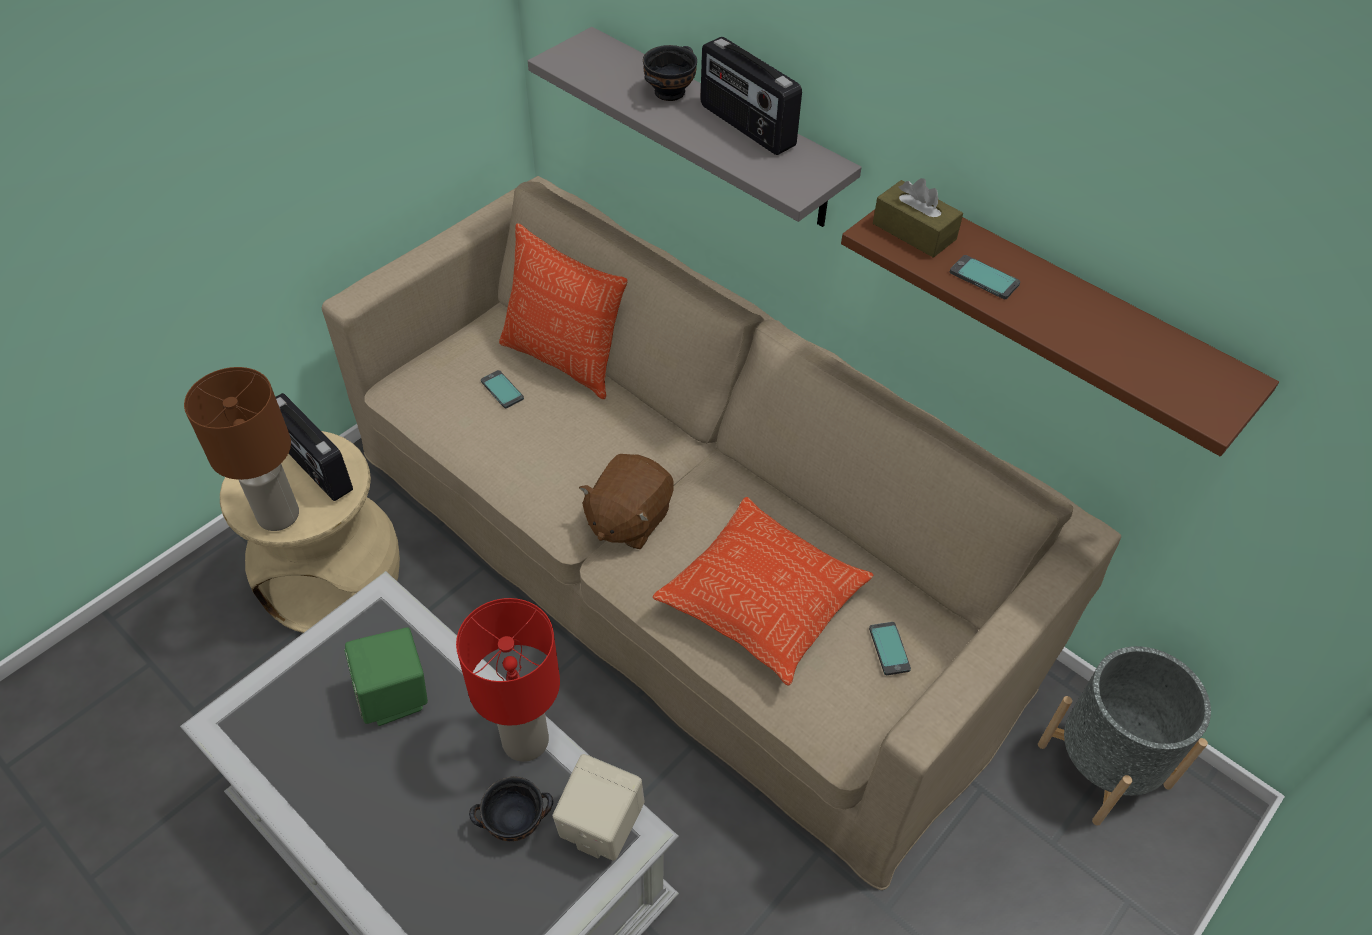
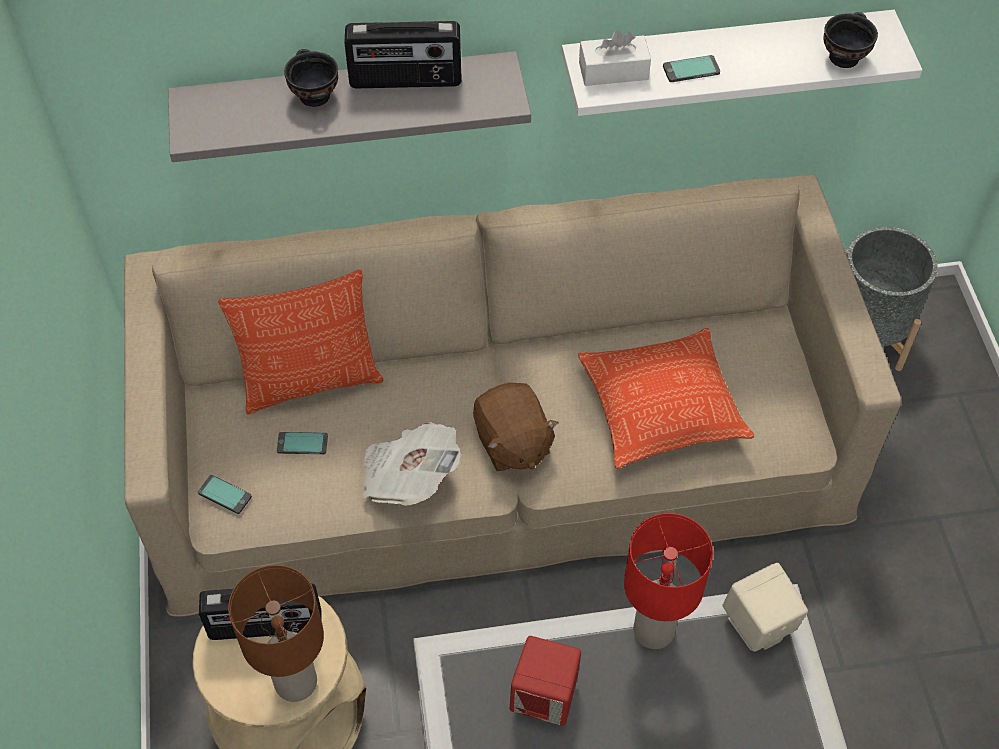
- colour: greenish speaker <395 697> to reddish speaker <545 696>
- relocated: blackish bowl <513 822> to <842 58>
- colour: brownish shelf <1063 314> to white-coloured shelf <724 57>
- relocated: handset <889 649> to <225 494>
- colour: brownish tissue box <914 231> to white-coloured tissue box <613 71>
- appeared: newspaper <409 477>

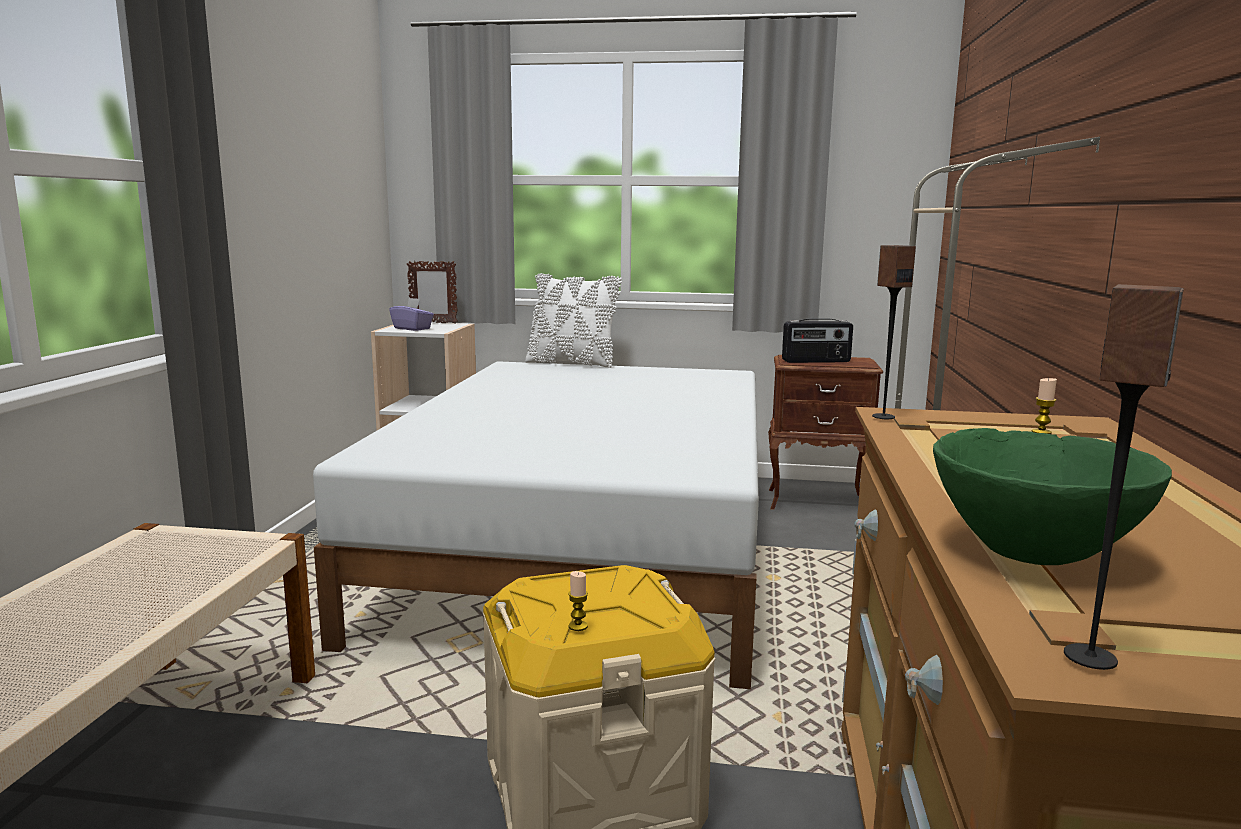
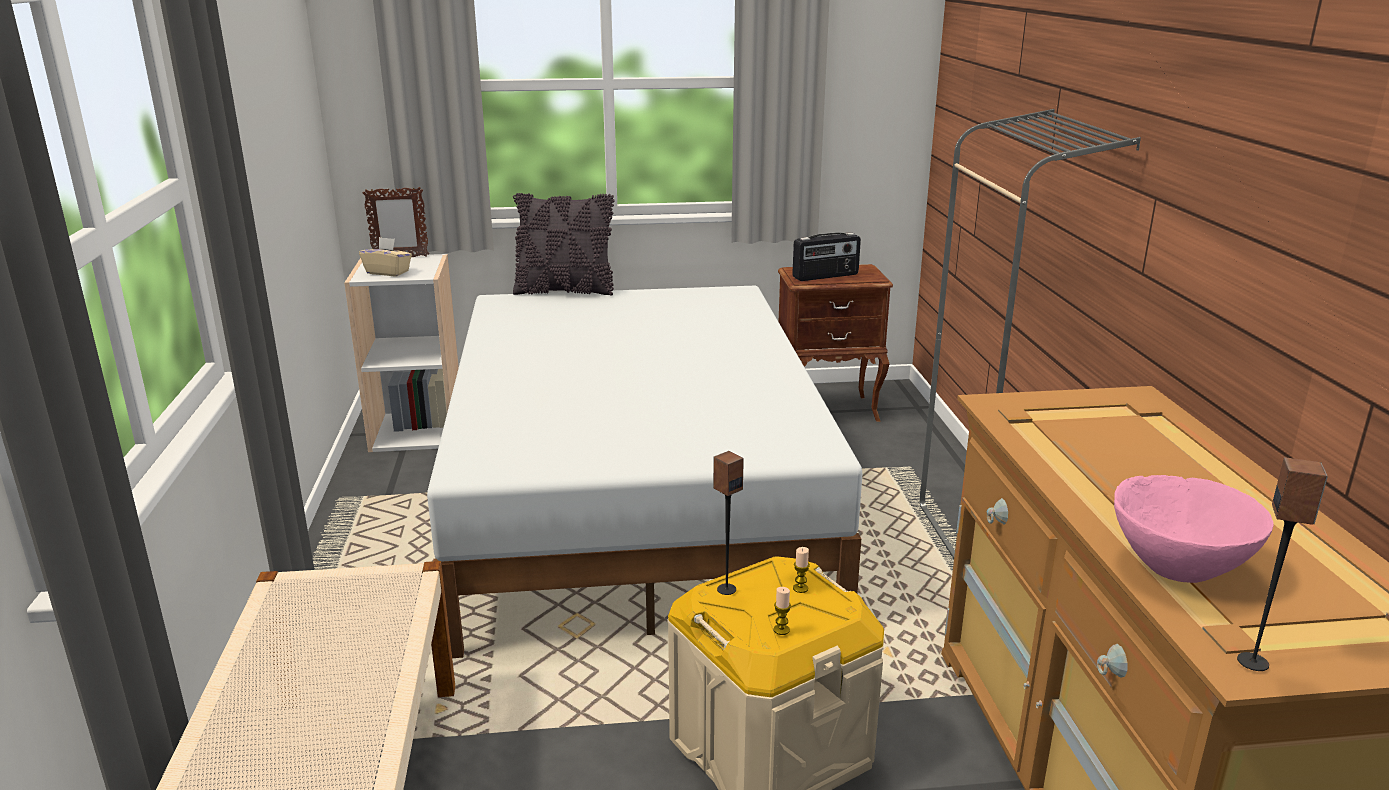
- colour: purple tissue box <412 328> to beige tissue box <388 272>
- colour: white-coloured pillow <572 363> to blackish pillow <565 291>
- relocated: speaker <883 416> to <726 589>
- colour: greenish bowl <1034 553> to pink bowl <1178 568>
- relocated: candle <1041 432> to <800 588>

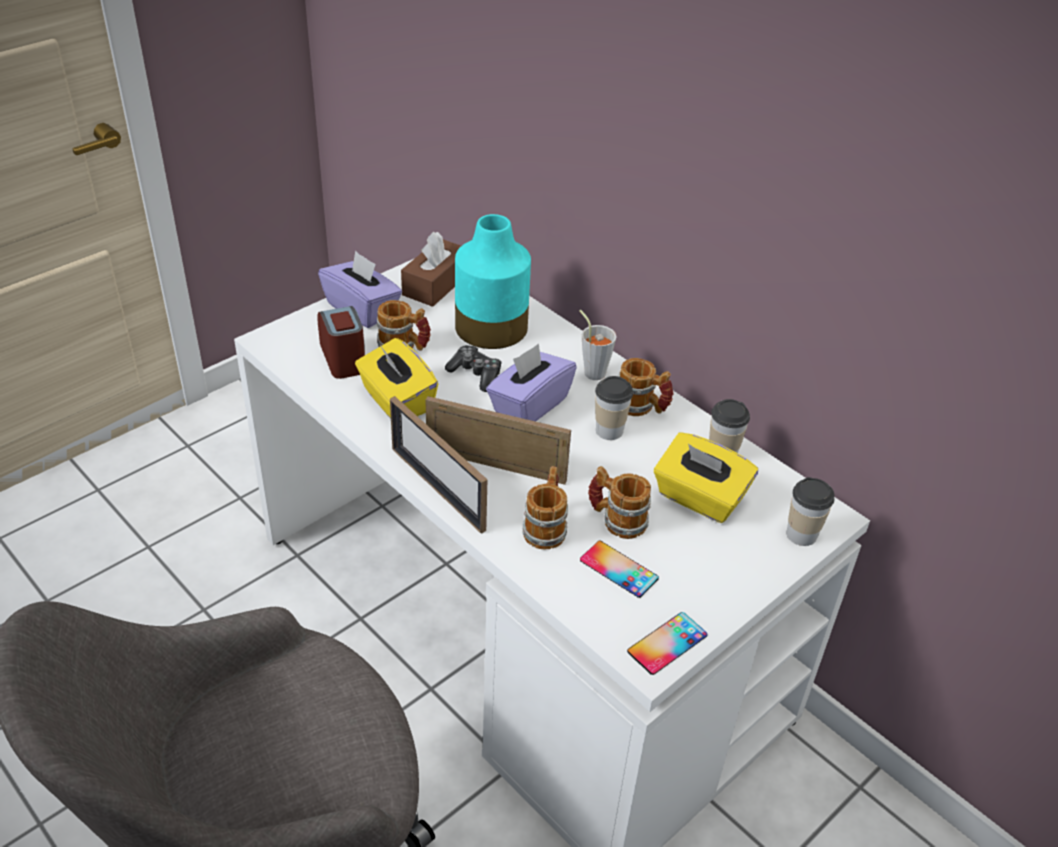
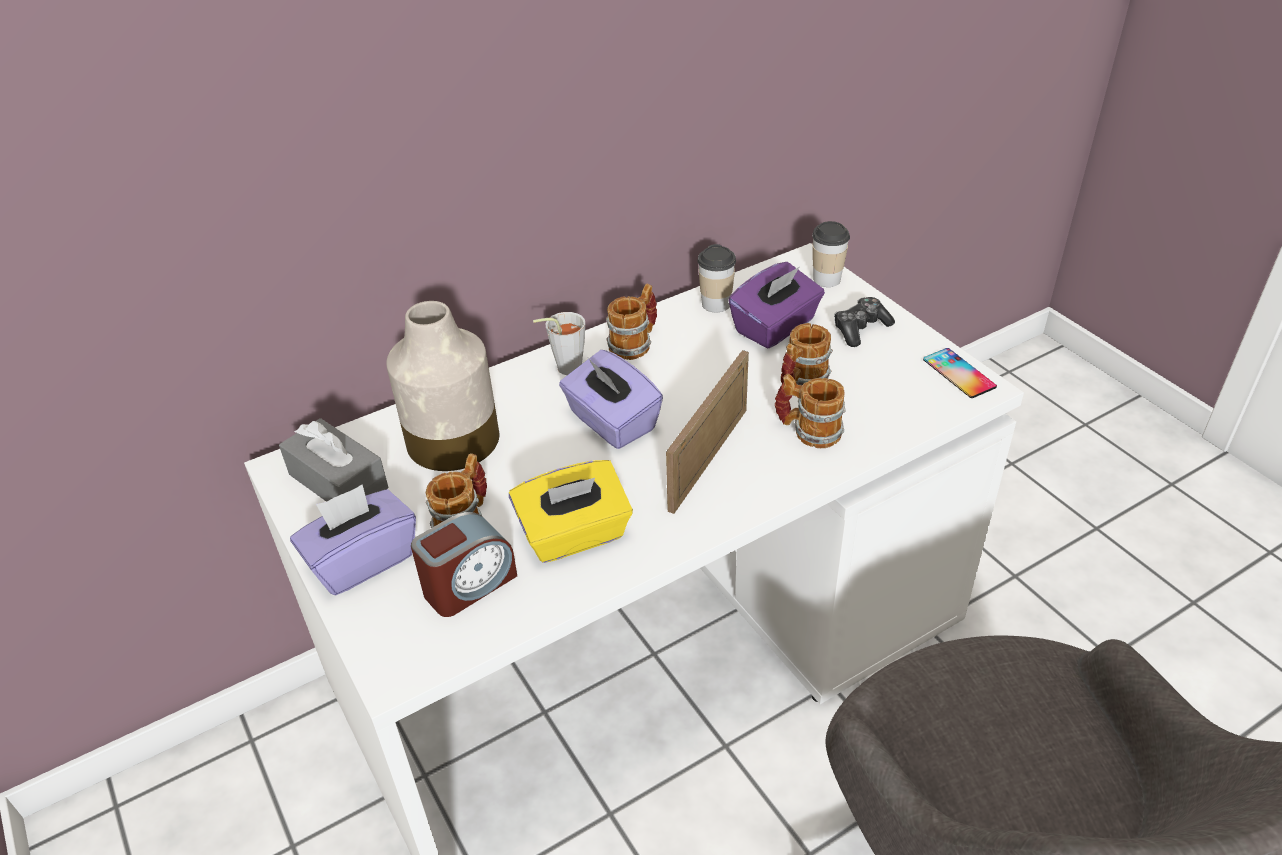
- spun: bedside clock <343 358> = <469 585> 150 degrees clockwise
- missing: picture frame <437 488>
- colour: brownish tissue box <436 284> to greyish tissue box <338 481>
- relocated: gamepad <475 374> to <860 329>
- colour: turquoise flower vase <490 327> to beige flower vase <453 439>
- missing: handset <618 569>
- missing: cup <609 430>
- colour: yellow-coloured tissue box <699 498> to purple tissue box <775 327>

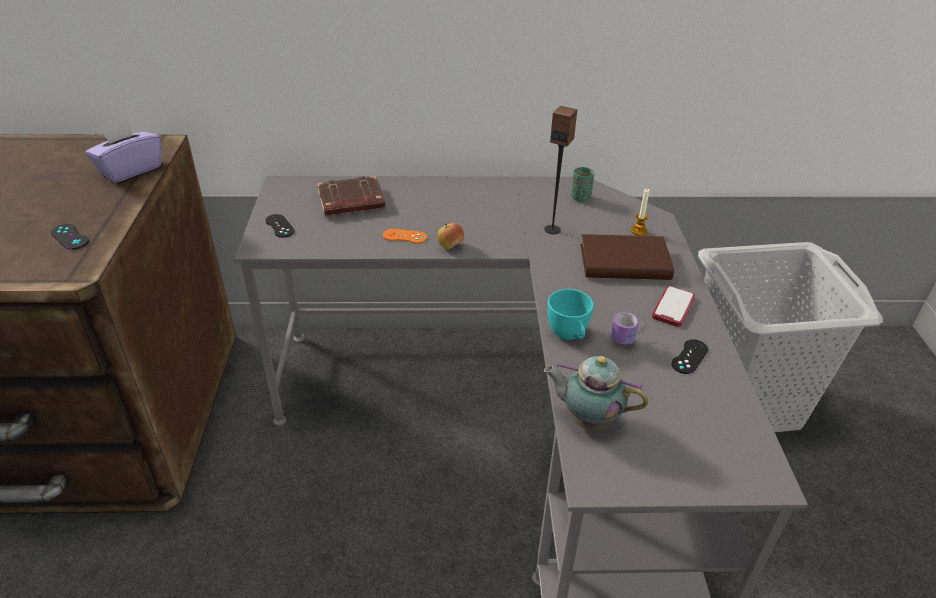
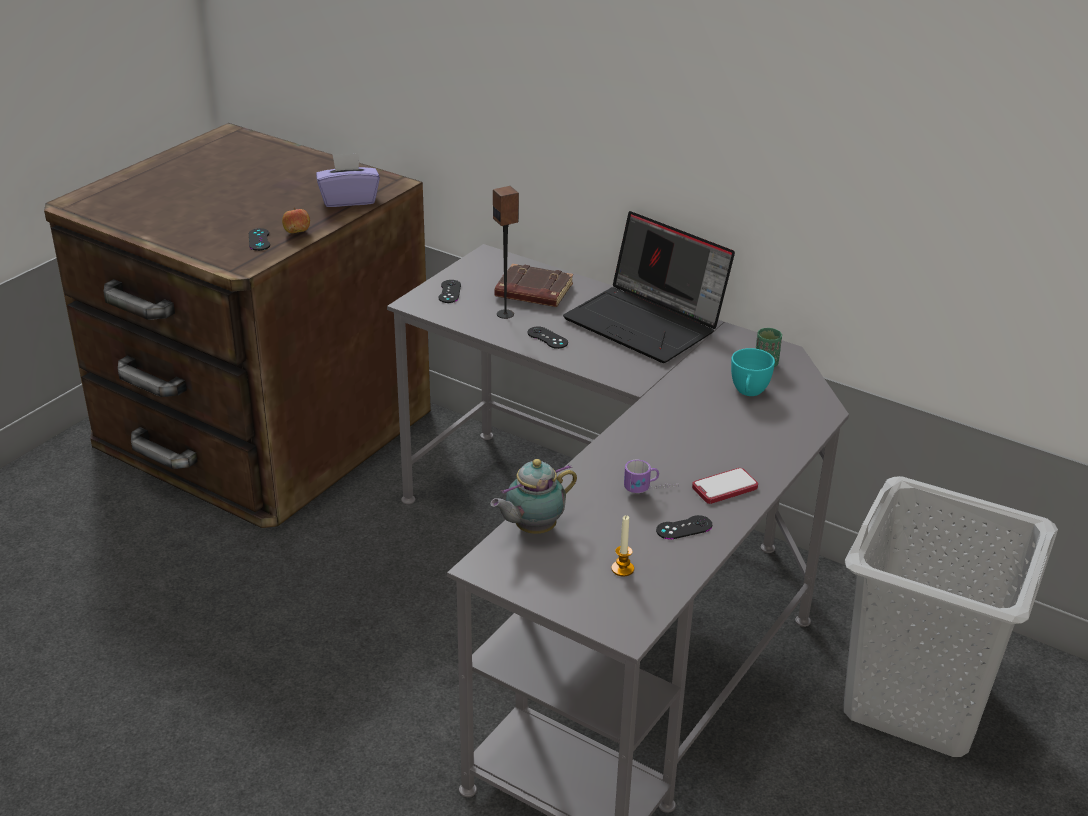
- colour: orange gamepad <404 236> to blackish gamepad <547 338>
- relocated: whole apple <450 246> to <297 232>
- relocated: speaker <552 229> to <505 314>
- spun: tea pot <587 419> = <532 529> 90 degrees counterclockwise
- relocated: turquoise cup <569 335> to <748 392>
- missing: brownish book <624 262>
- relocated: candle <638 231> to <622 569>
- appeared: portable computer <647 323>

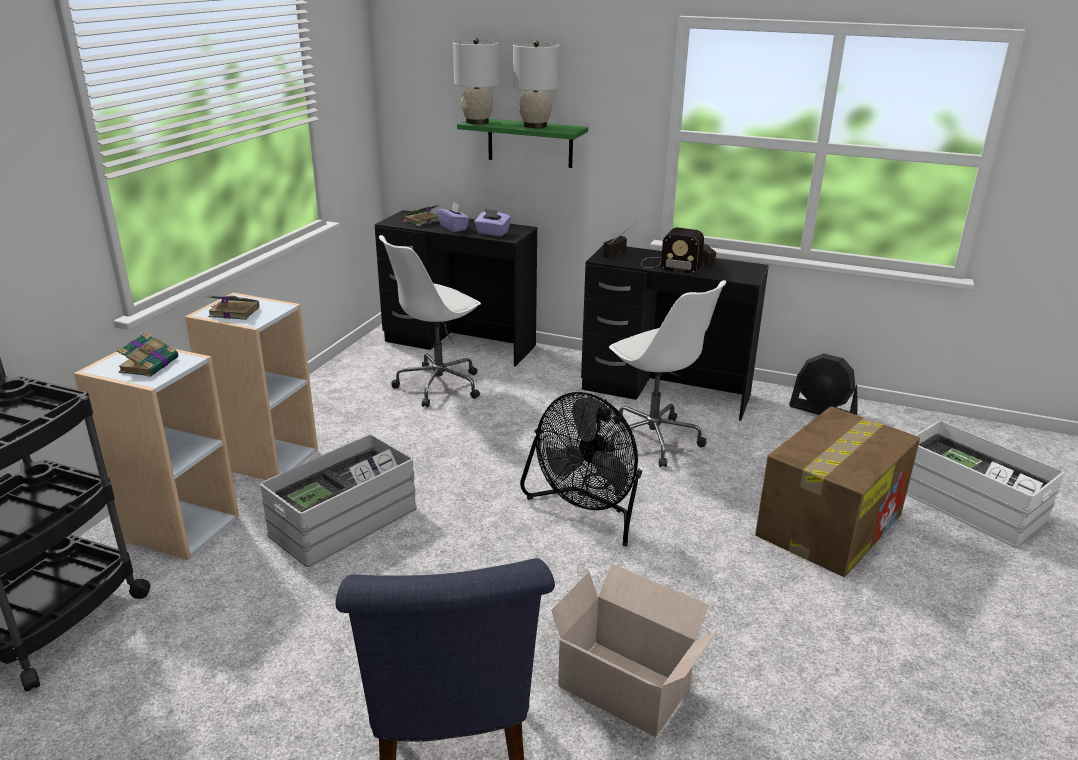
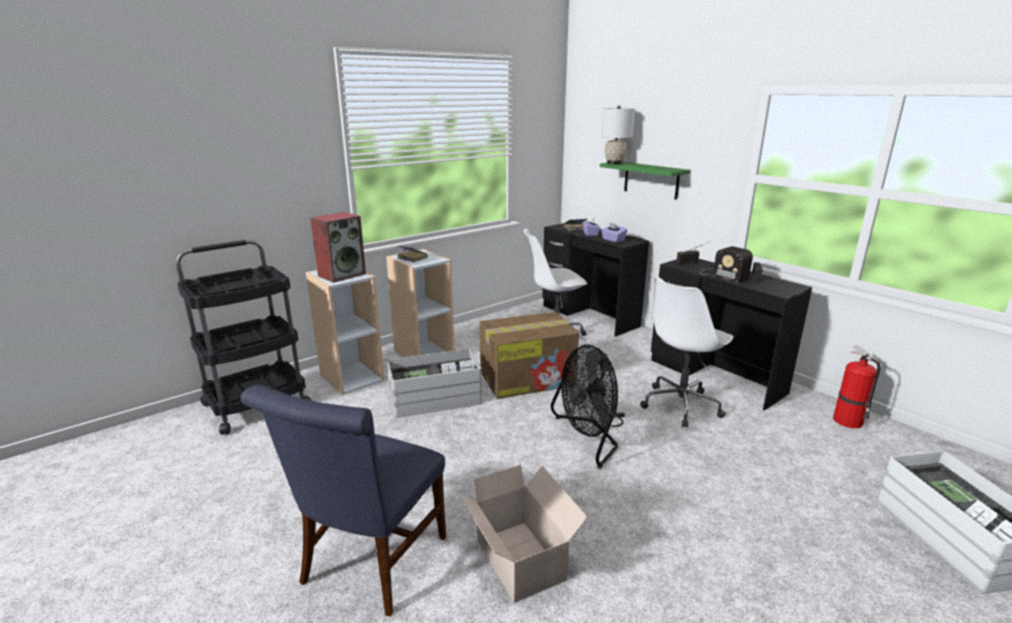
- exchanged: book <150 364> to speaker <342 274>
- missing: white-coloured table lamp <535 126>
- spun: white-coloured desk chair <654 441> = <679 406> 60 degrees clockwise
- relocated: packing box <830 524> to <528 378>
- exchanged: blackish fan <822 411> to fire extinguisher <849 421>

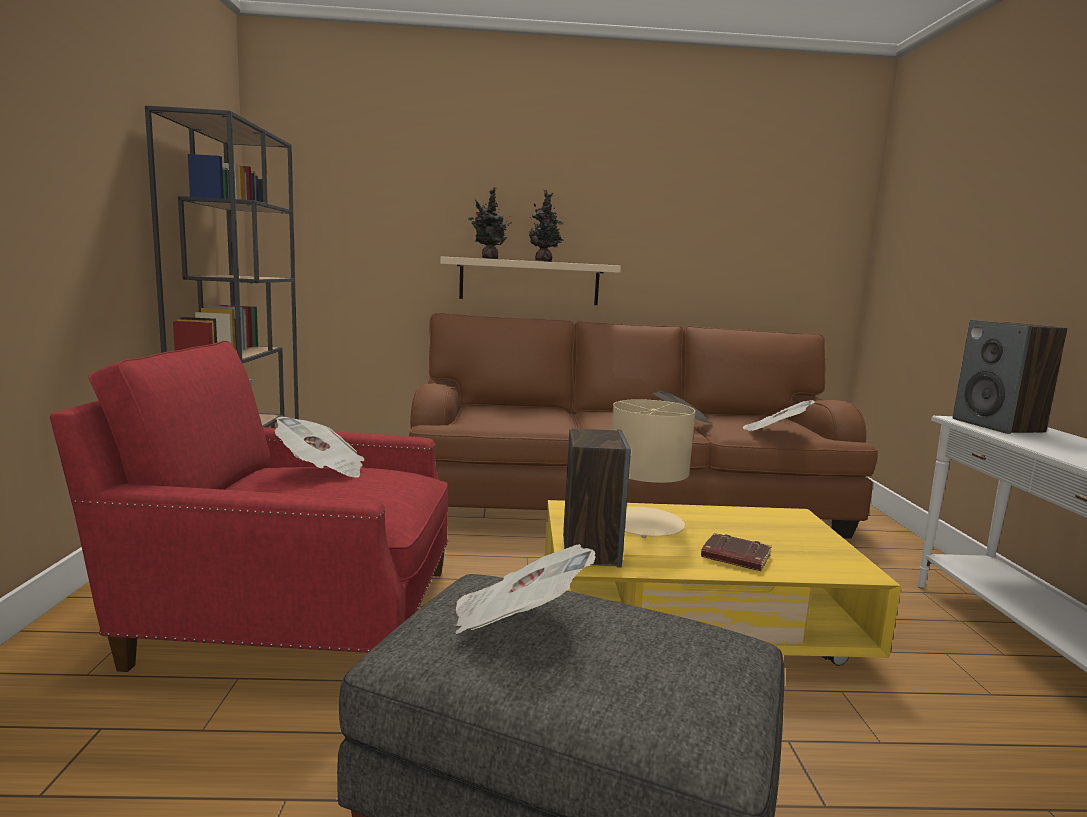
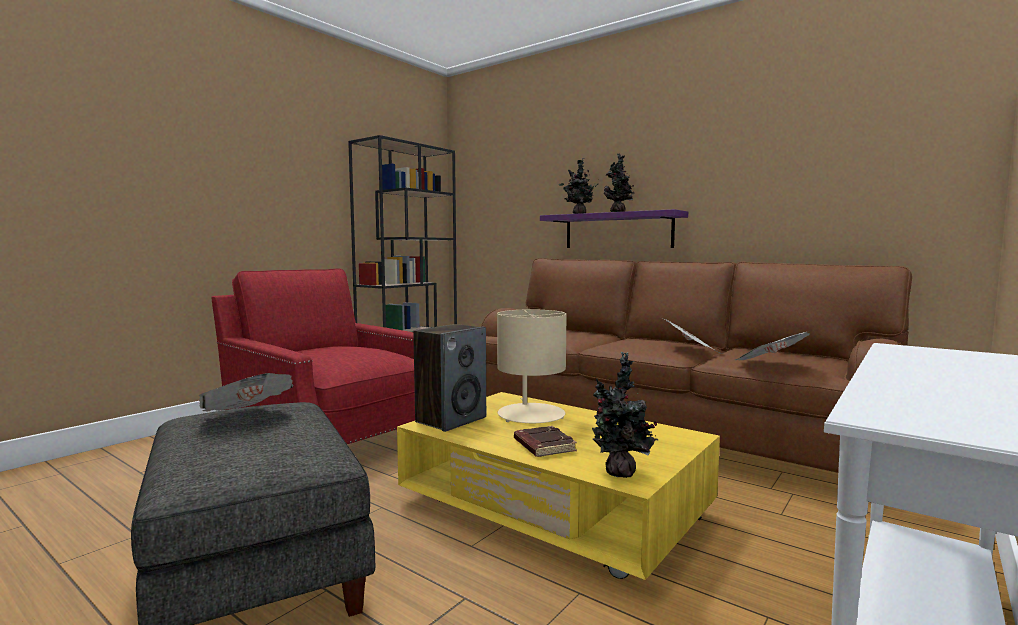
- missing: newspaper <322 470>
- colour: beige shelf <529 281> to purple shelf <617 231>
- missing: speaker <998 426>
- appeared: potted plant <620 473>

